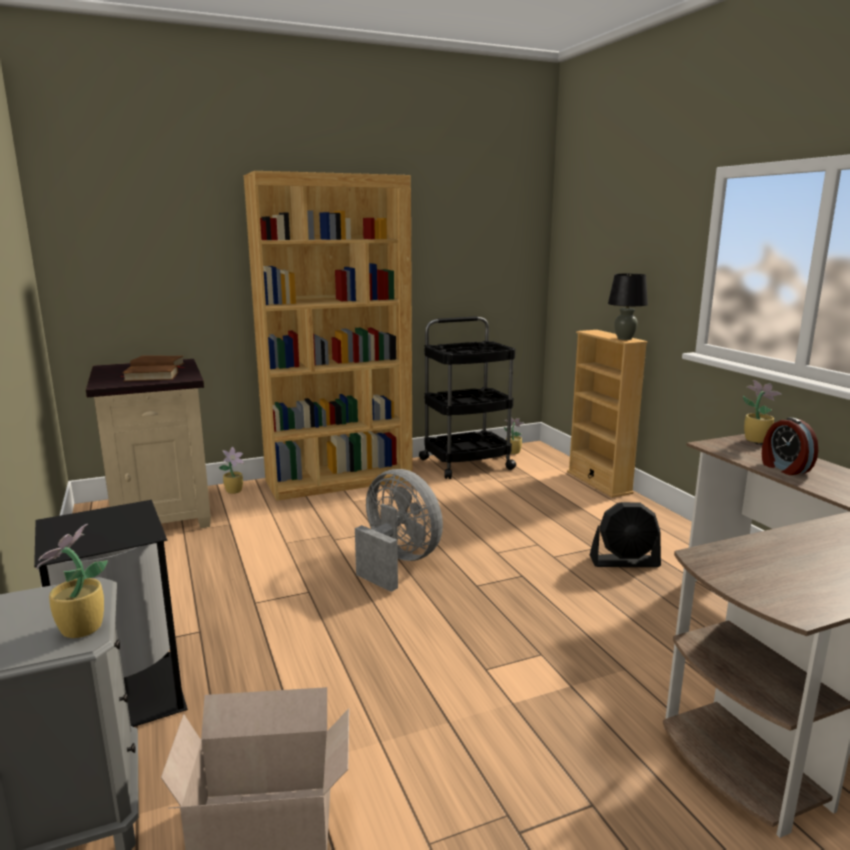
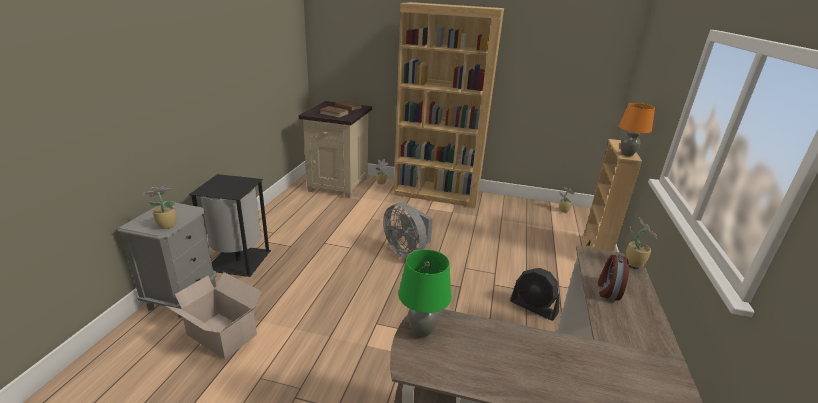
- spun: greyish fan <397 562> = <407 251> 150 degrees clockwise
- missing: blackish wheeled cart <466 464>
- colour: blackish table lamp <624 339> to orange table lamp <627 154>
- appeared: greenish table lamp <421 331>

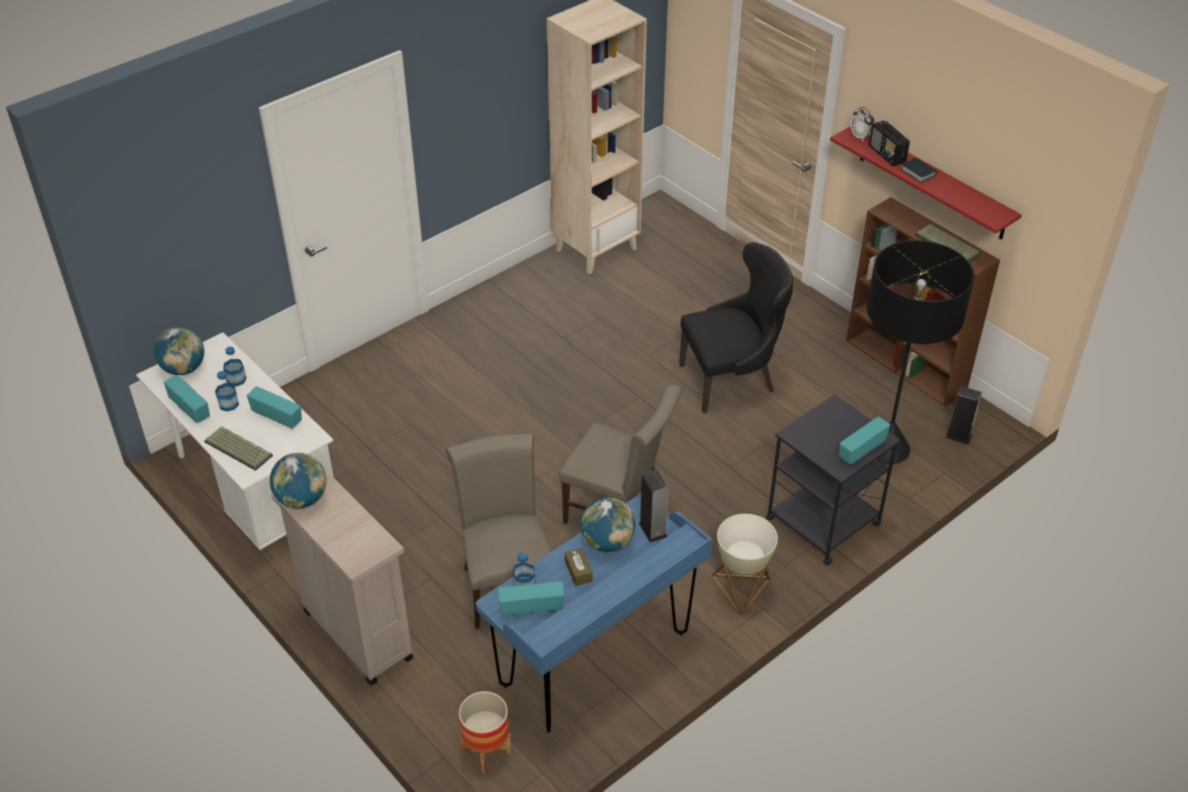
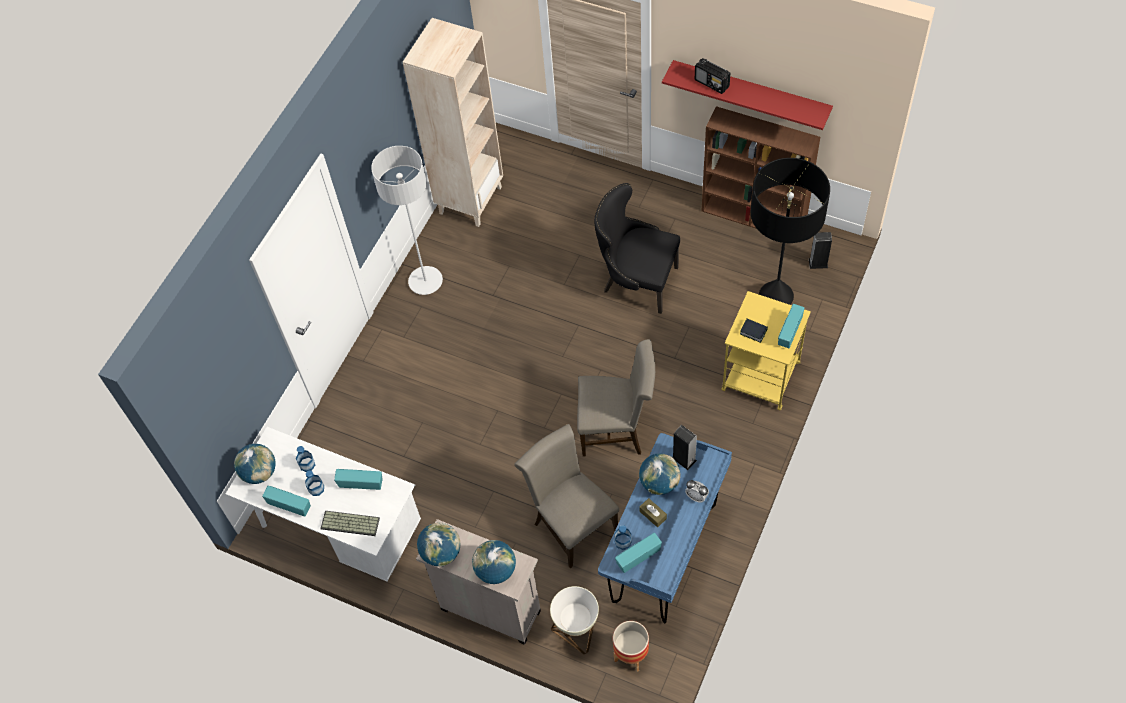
- spun: blackish chair <731 380> = <637 281> 120 degrees counterclockwise
- relocated: flower pot <740 591> to <577 633>
- colour: blackish wheeled cart <822 523> to yellow-coloured wheeled cart <760 377>
- relocated: bedside clock <861 137> to <696 496>
- relocated: book <918 173> to <753 331>
- missing: PC keyboard <948 245>
- appeared: greyish floor lamp <425 281>
- appeared: desk globe <496 570>

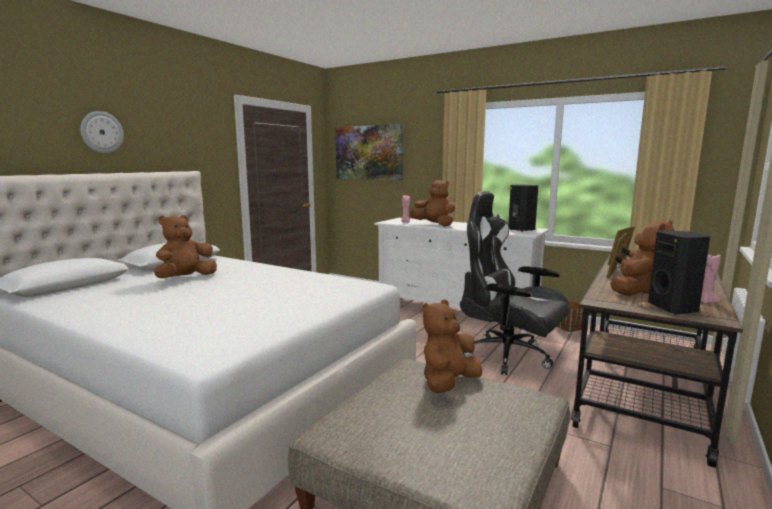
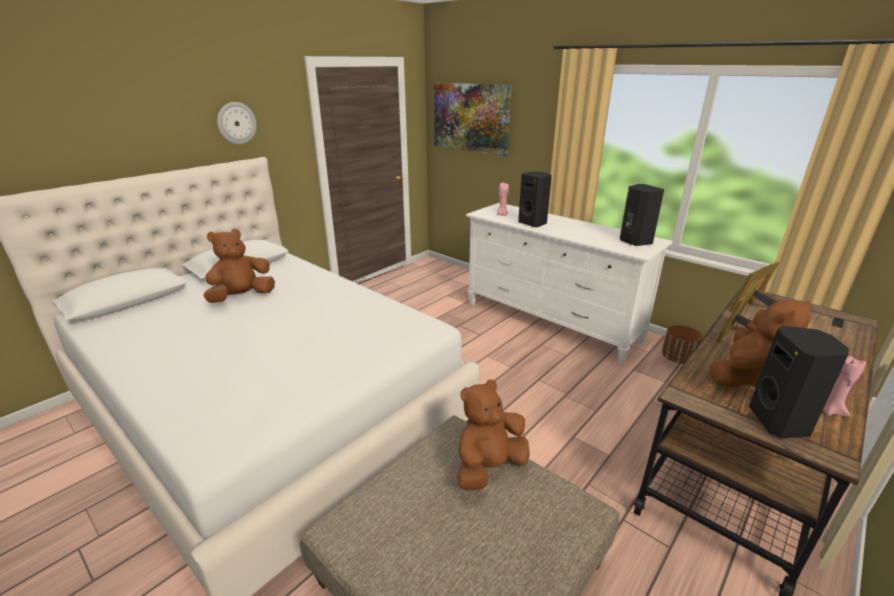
- relocated: clock on the wall <101 132> to <236 123>
- exchanged: brownish cuddly toy <434 225> to blackish speaker <533 223>
- missing: blackish desk chair <512 358>

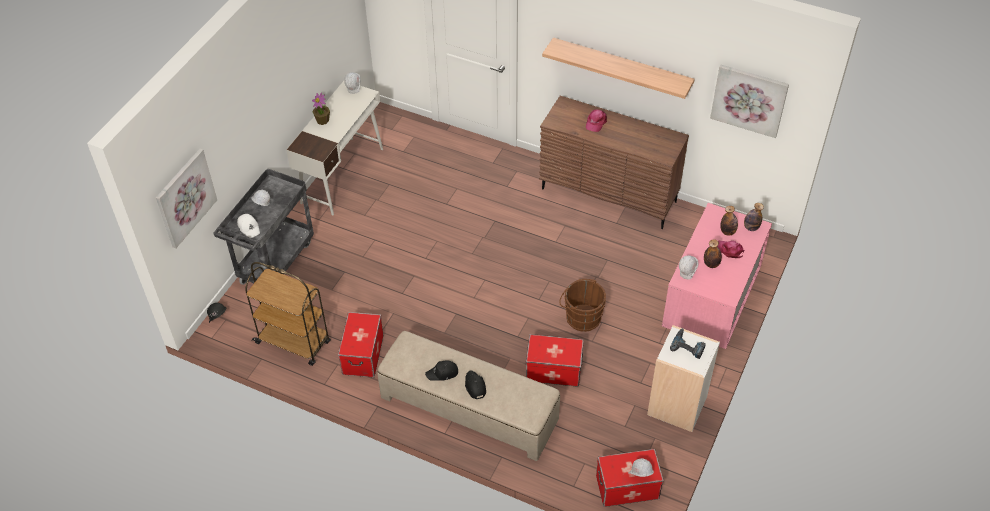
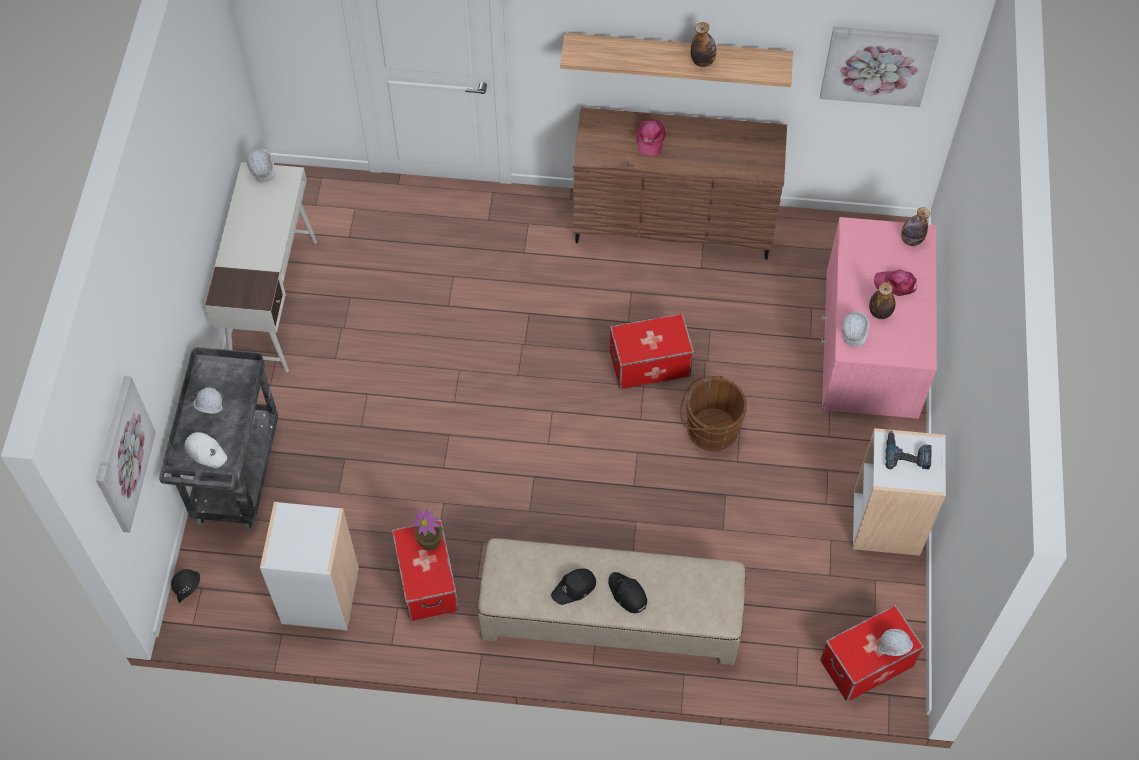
- exchanged: brownish wheeled cart <294 343> to shelving unit <319 595>
- relocated: potted plant <322 120> to <430 541>
- relocated: storage container <554 370> to <649 363>
- relocated: beverage bottle <727 232> to <702 61>

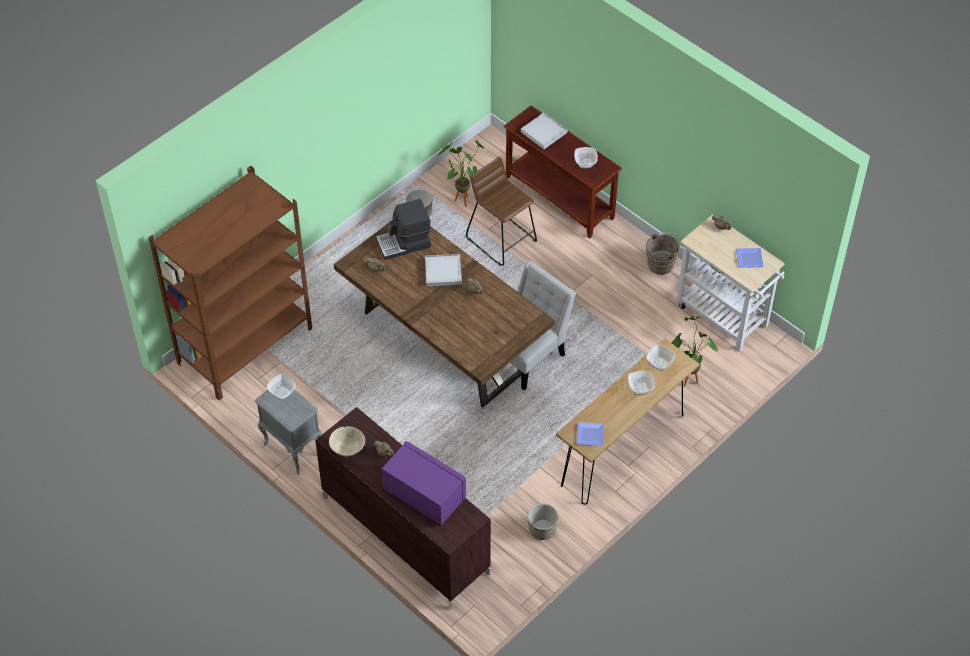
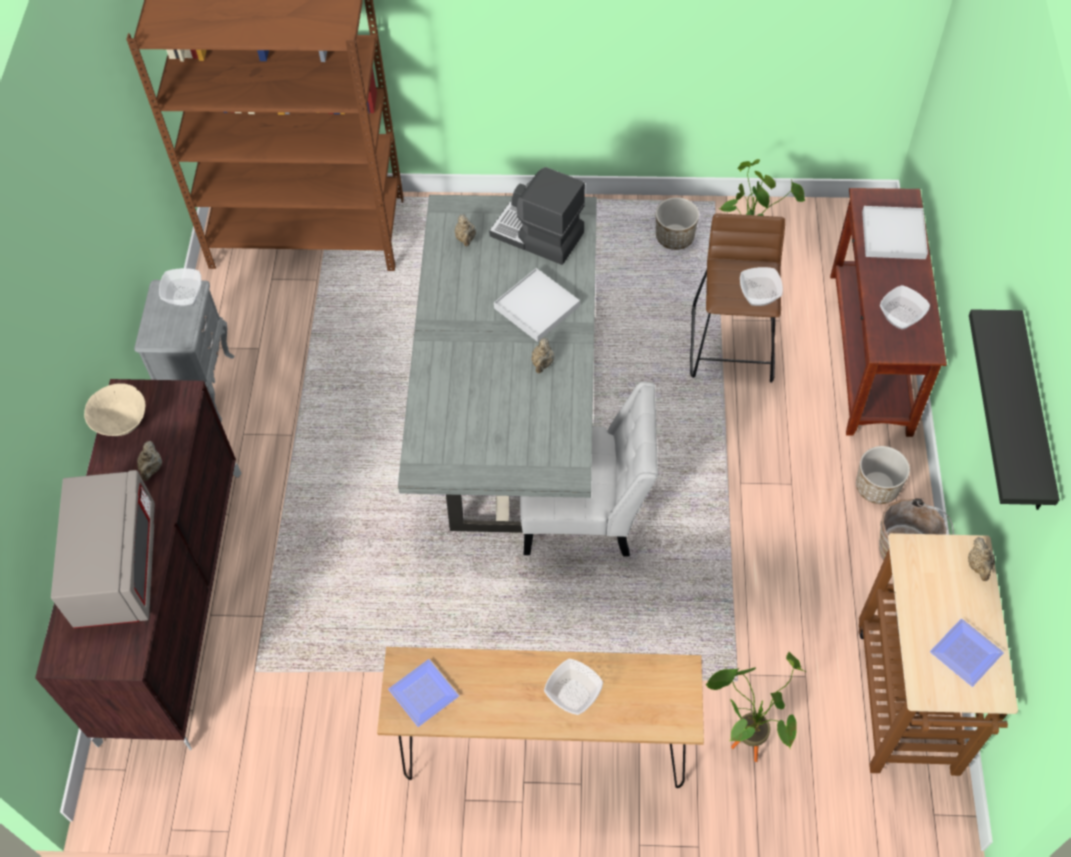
- colour: brownish kitchen table <445 342> to greyish kitchen table <510 412>
- colour: purple microwave oven <424 495> to greyish microwave oven <117 567>
- relocated: flower pot <542 529> to <876 487>
- relocated: bowl <659 363> to <759 296>
- colour: white-coloured wheeled cart <723 316> to brownish wheeled cart <907 701>
- appeared: blackish shelf <1032 416>

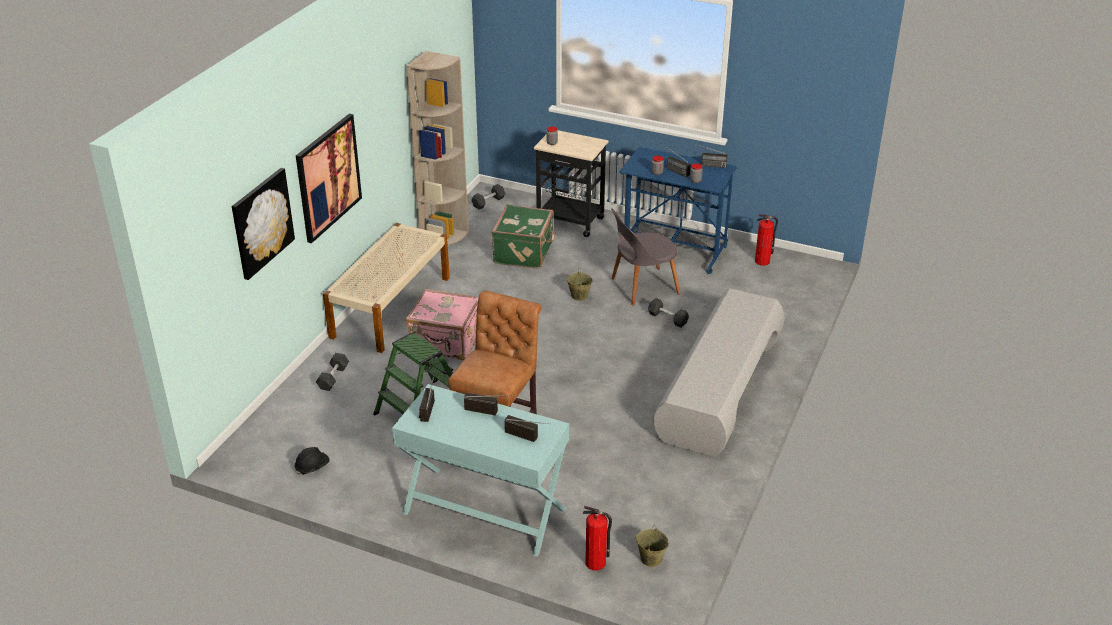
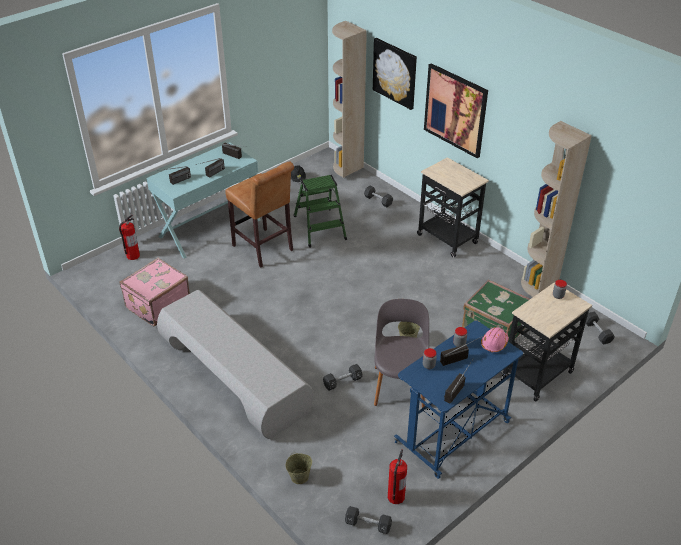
- exchanged: beige long seat <390 307> to wheeled cart <448 239>
- relocated: pink travel case <446 343> to <157 305>
- relocated: beige water bucket <650 558> to <300 476>
- appeared: beige shelving unit <345 170>
- appeared: blackish hand weight <368 524>
- appeared: pink hard hat <494 343>

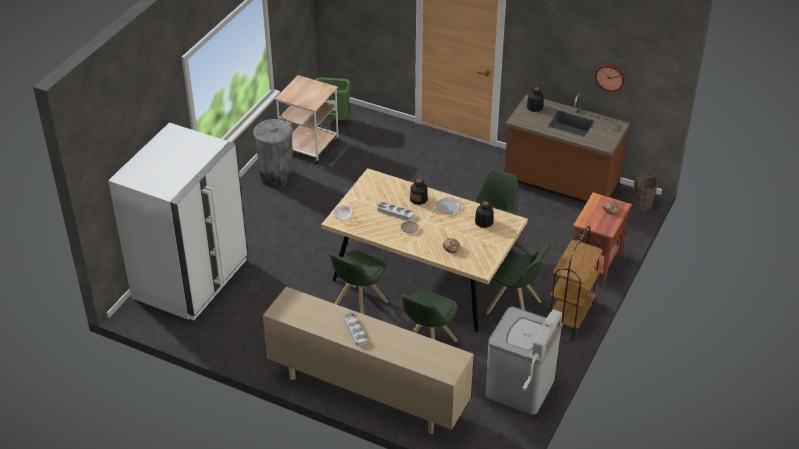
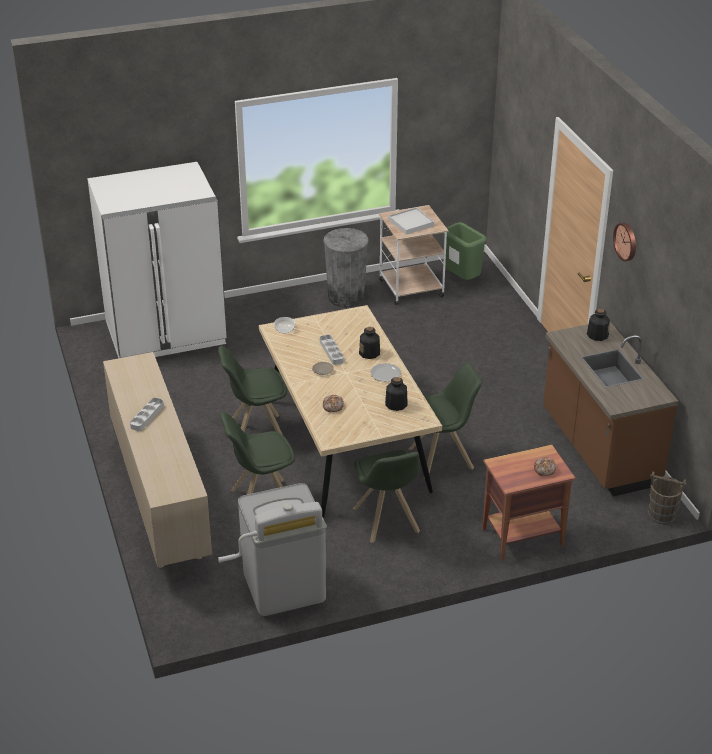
- missing: brownish wheeled cart <571 315>
- relocated: clock on the wall <610 77> to <626 241>
- appeared: white-coloured carrying tray <411 223>

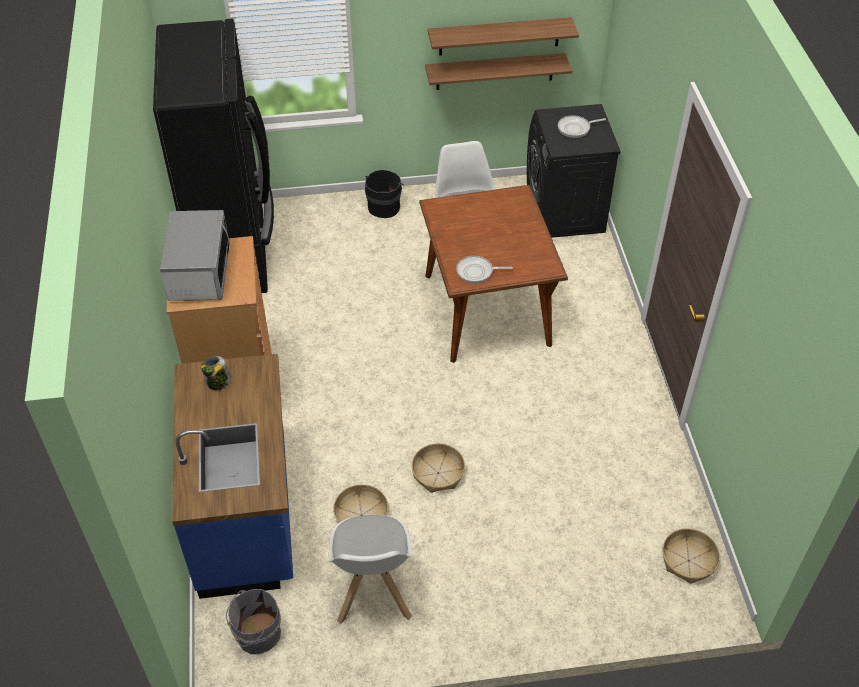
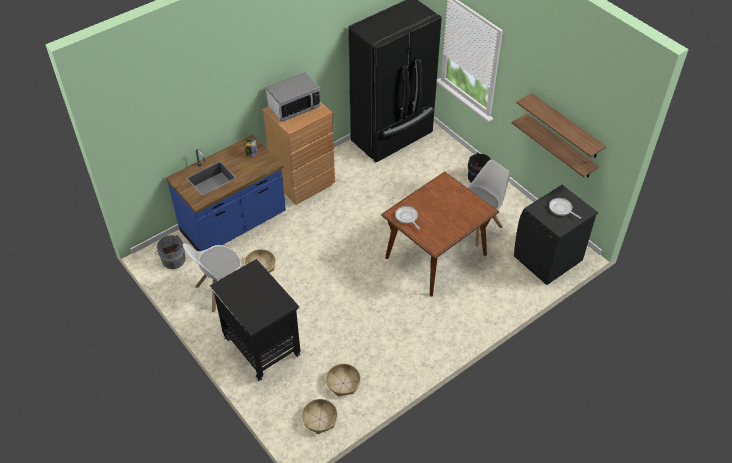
- relocated: storage basket <438 473> to <343 383>
- appeared: blackish wheeled cart <261 346>

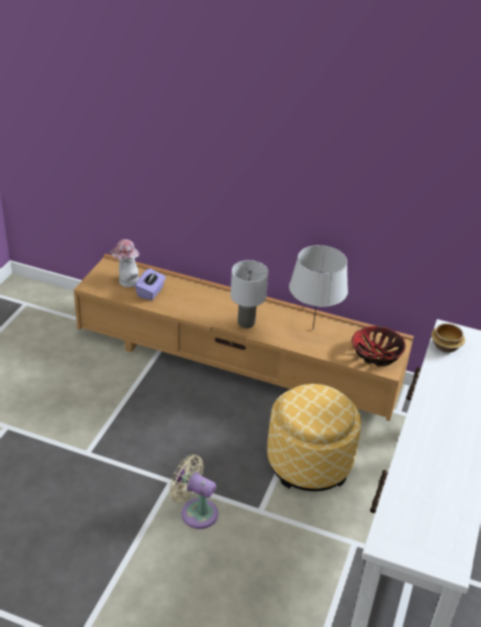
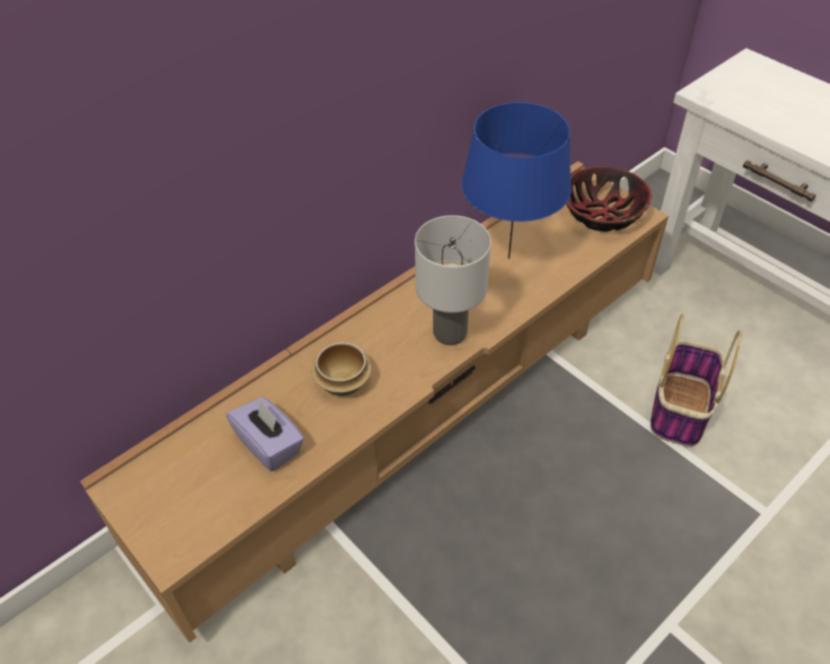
- missing: clothing hat <126 281>
- missing: beige fan <195 511>
- exchanged: ottoman <309 462> to storage basket <680 408>
- colour: greyish table lamp <313 330> to bluish table lamp <509 258>
- relocated: bowl <446 346> to <343 381>

